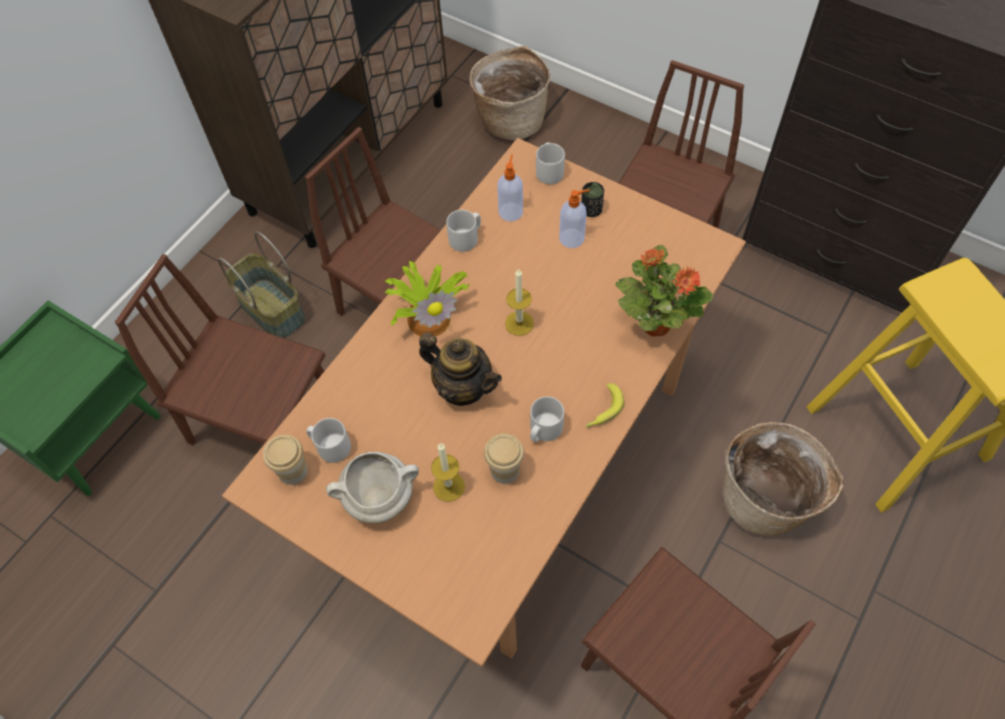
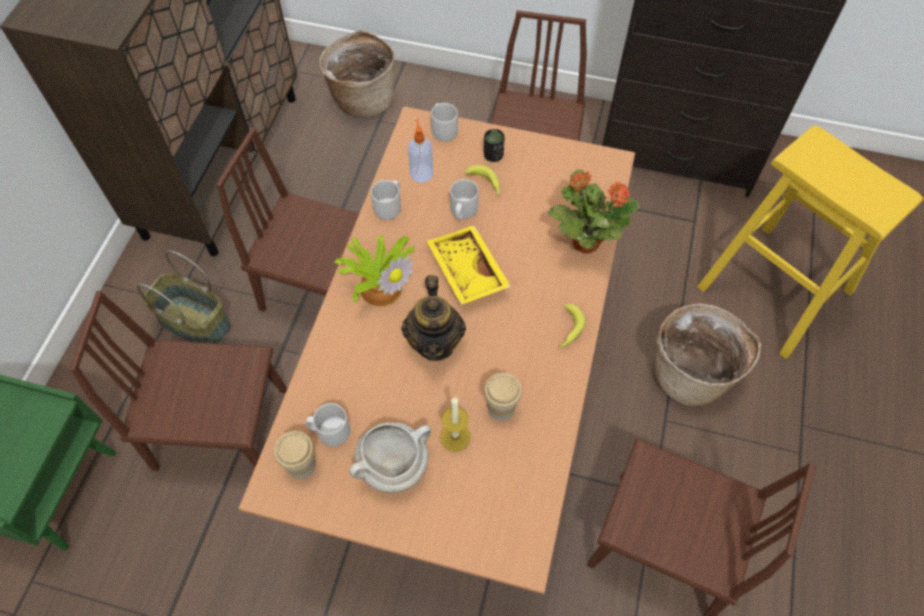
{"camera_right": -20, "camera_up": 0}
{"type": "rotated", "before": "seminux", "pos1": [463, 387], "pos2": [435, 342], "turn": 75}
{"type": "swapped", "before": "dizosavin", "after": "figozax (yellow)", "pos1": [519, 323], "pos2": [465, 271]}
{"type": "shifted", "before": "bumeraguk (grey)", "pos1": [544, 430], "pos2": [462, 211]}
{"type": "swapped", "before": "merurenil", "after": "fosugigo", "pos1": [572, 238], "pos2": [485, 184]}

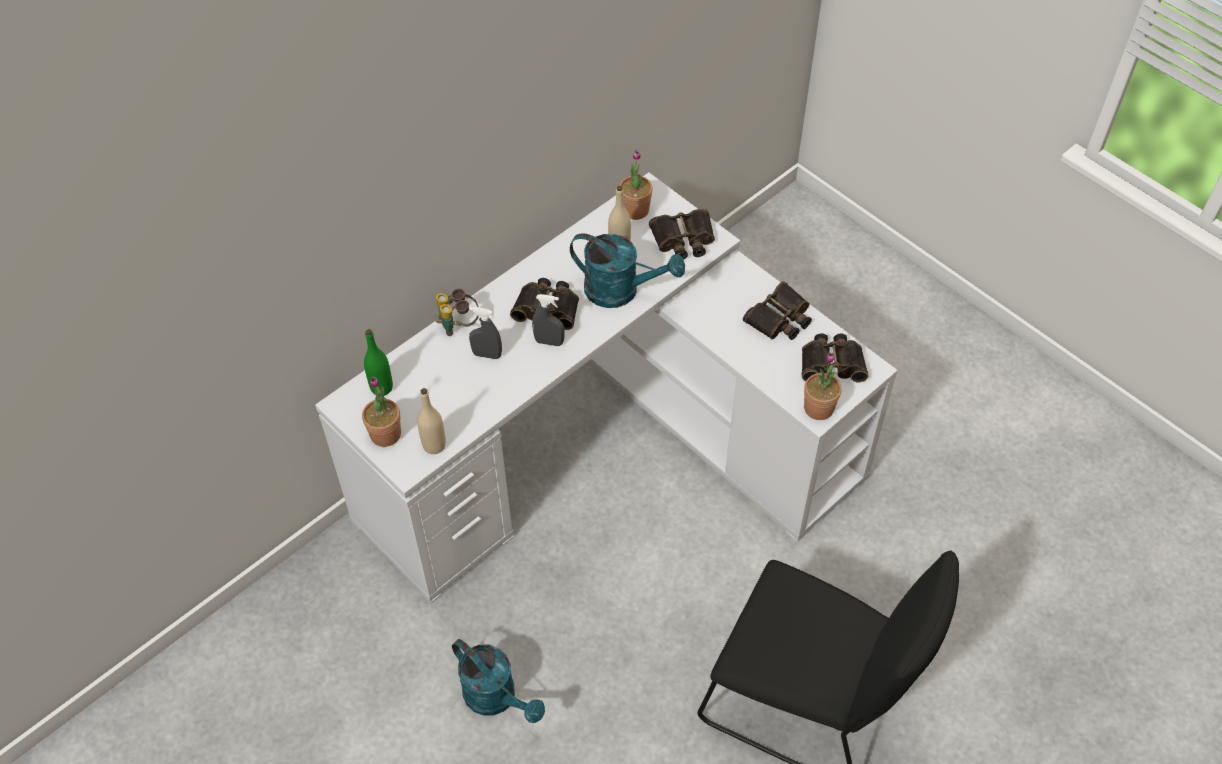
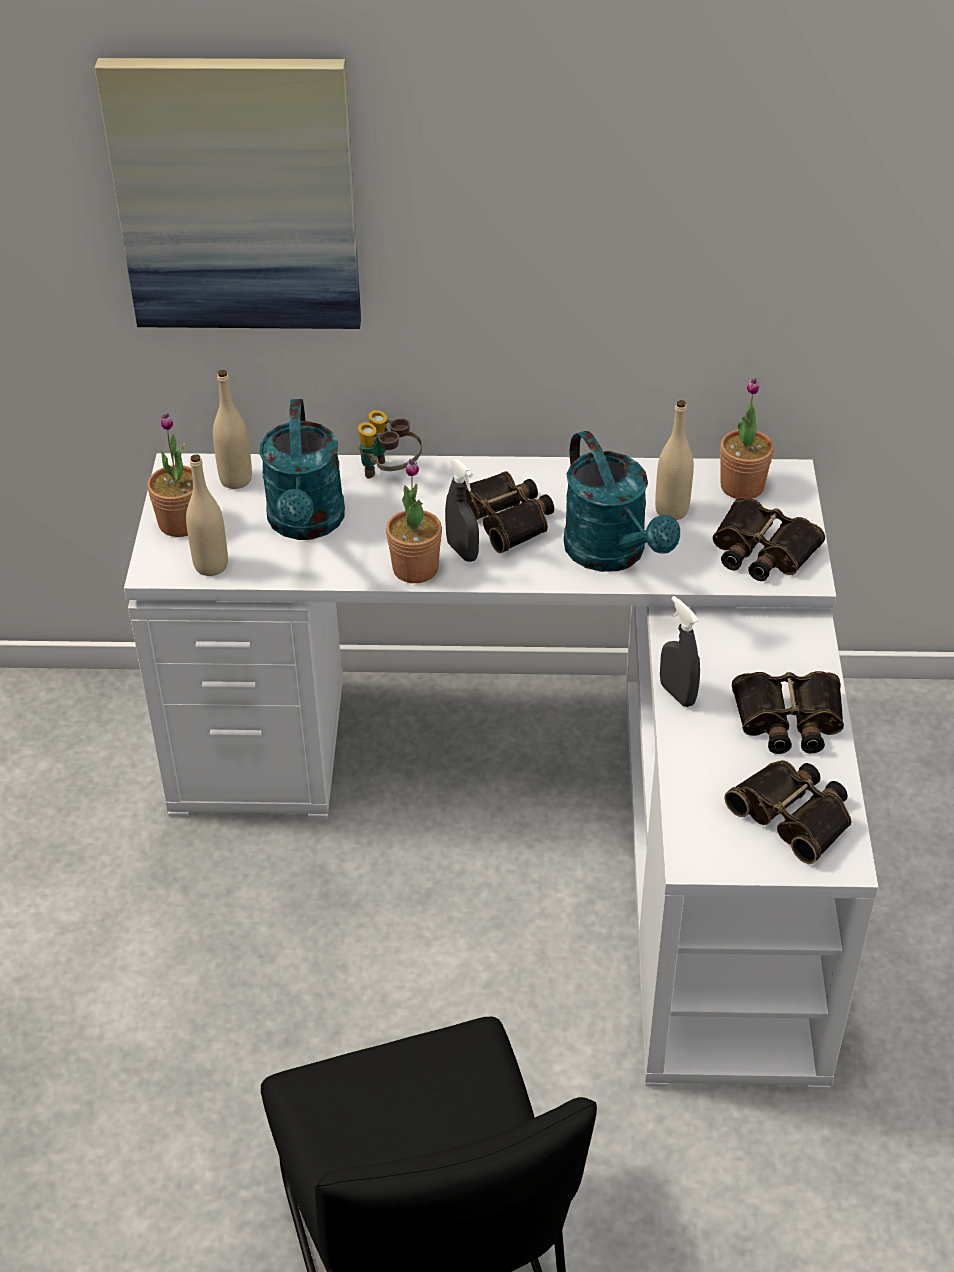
{"camera_right": 45, "camera_up": -10}
{"type": "new", "after": "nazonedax", "pos2": [236, 195]}
{"type": "repainted", "before": "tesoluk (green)", "after": "tesoluk (beige)", "pos1": [381, 387], "pos2": [236, 479]}
{"type": "shifted", "before": "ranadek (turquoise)", "pos1": [497, 698], "pos2": [306, 524]}
{"type": "shifted", "before": "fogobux", "pos1": [818, 408], "pos2": [415, 569]}
{"type": "shifted", "before": "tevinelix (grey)", "pos1": [487, 355], "pos2": [677, 694]}

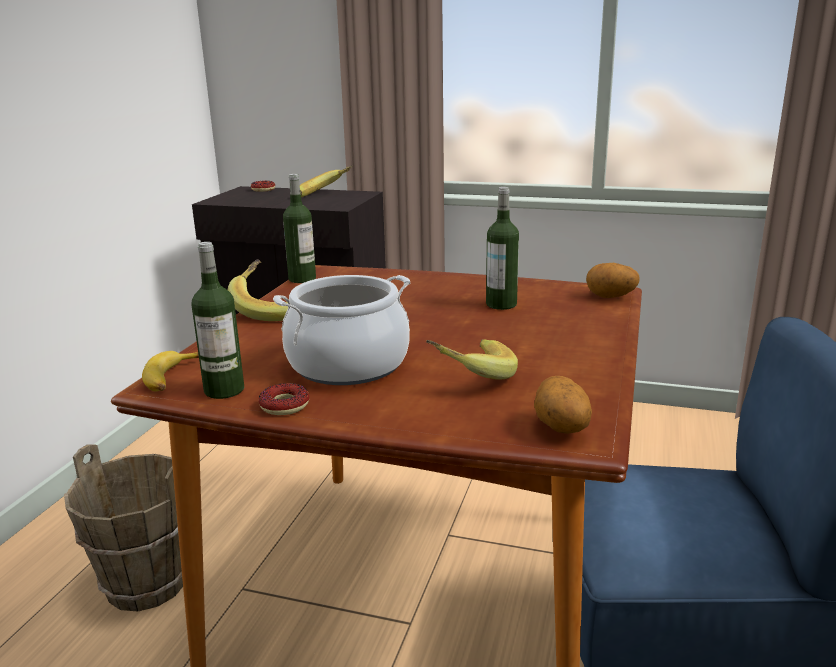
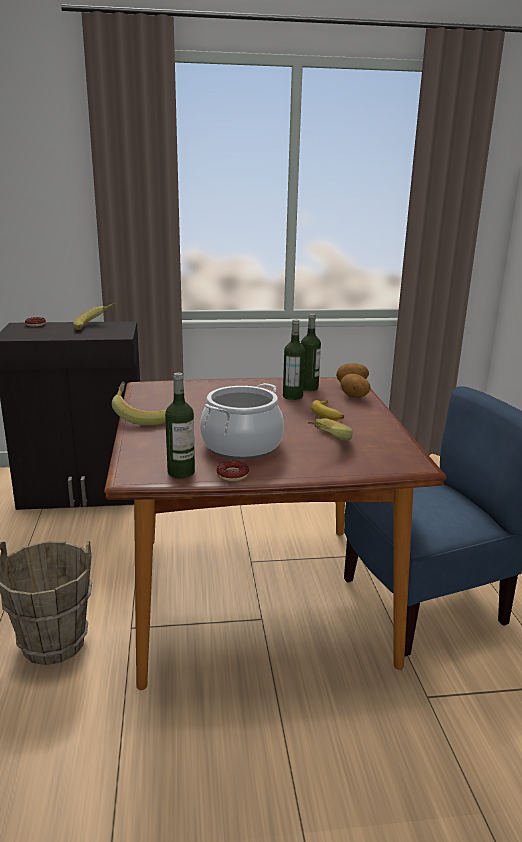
{"camera_right": -25, "camera_up": 0}
{"type": "shifted", "before": "tesoluk", "pos1": [302, 279], "pos2": [308, 388]}
{"type": "shifted", "before": "fosugigo", "pos1": [170, 379], "pos2": [328, 414]}
{"type": "shifted", "before": "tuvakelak", "pos1": [560, 429], "pos2": [354, 397]}

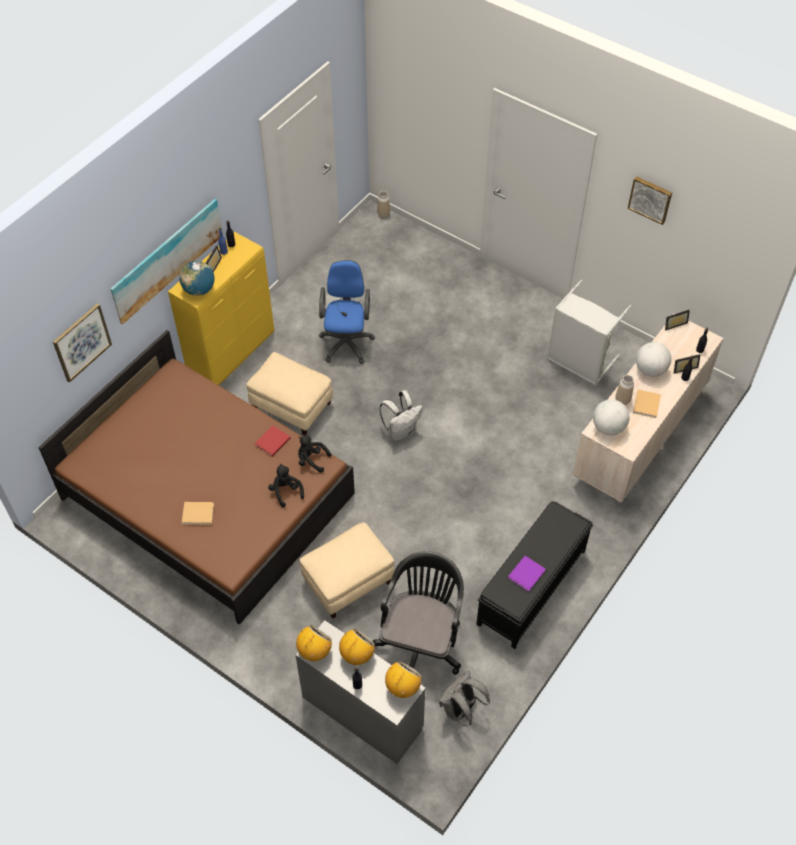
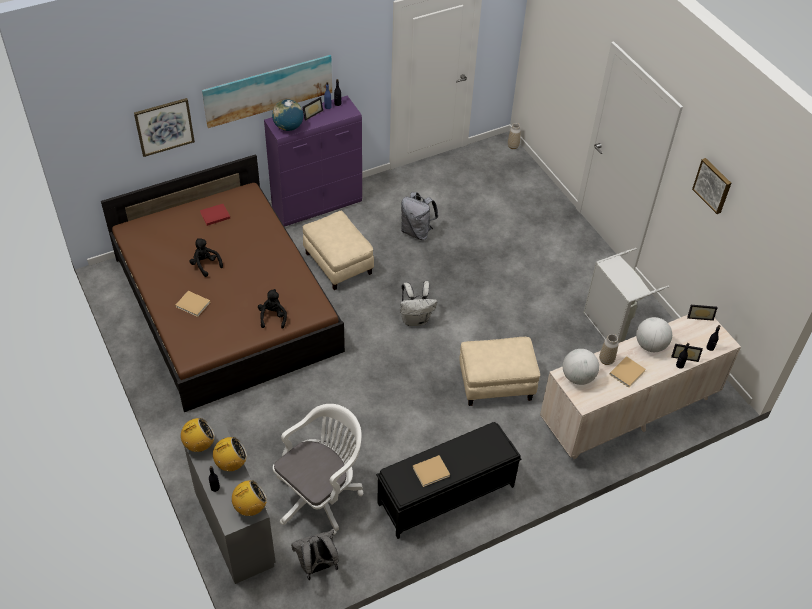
{"camera_right": 25, "camera_up": -5}
{"type": "shifted", "before": "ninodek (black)", "pos1": [311, 460], "pos2": [205, 265]}
{"type": "shifted", "before": "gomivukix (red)", "pos1": [272, 442], "pos2": [214, 215]}
{"type": "repainted", "before": "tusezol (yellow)", "after": "tusezol (purple)", "pos1": [232, 353], "pos2": [318, 205]}
{"type": "repainted", "before": "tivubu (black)", "after": "tivubu (white)", "pos1": [421, 641], "pos2": [321, 494]}
{"type": "swapped", "before": "tivubu (blue)", "after": "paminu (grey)", "pos1": [347, 341], "pos2": [417, 232]}
{"type": "repainted", "before": "gomivukix (purple)", "after": "gomivukix (beige)", "pos1": [527, 573], "pos2": [432, 471]}
{"type": "shifted", "before": "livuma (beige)", "pos1": [348, 582], "pos2": [495, 384]}

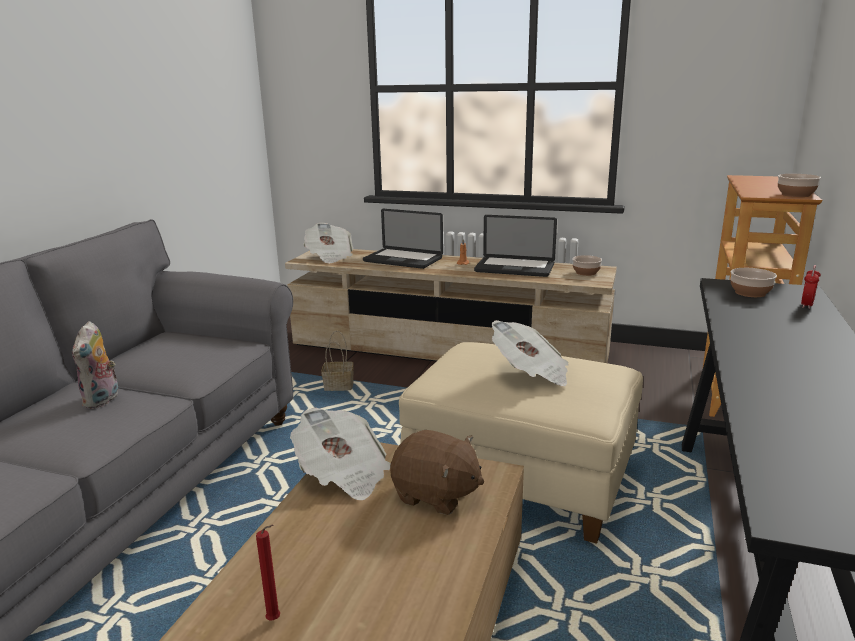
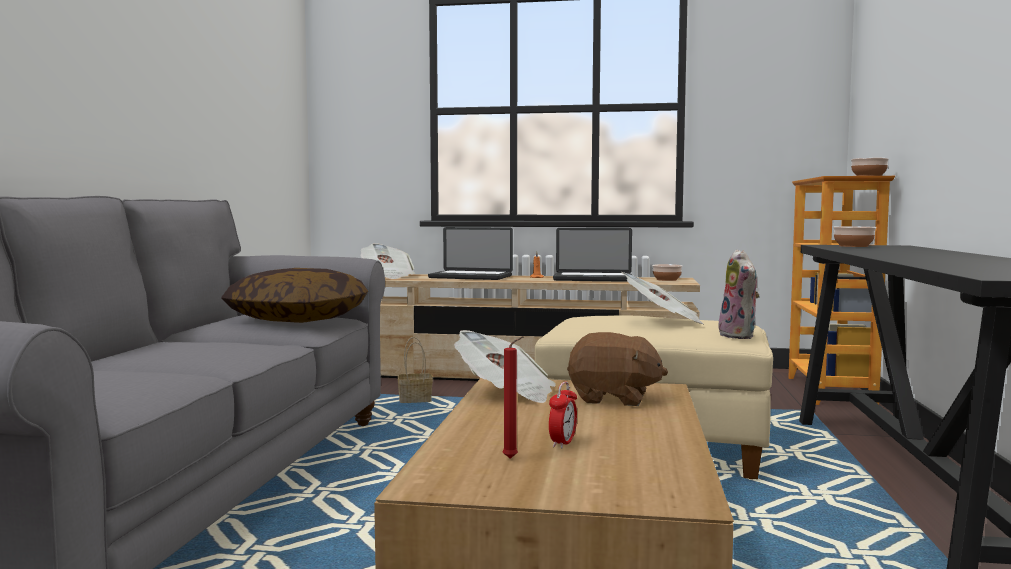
{"camera_right": -10, "camera_up": -15}
{"type": "new", "after": "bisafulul", "pos2": [298, 319]}
{"type": "shifted", "before": "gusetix", "pos1": [806, 305], "pos2": [563, 443]}
{"type": "shifted", "before": "ninodek", "pos1": [103, 400], "pos2": [740, 336]}

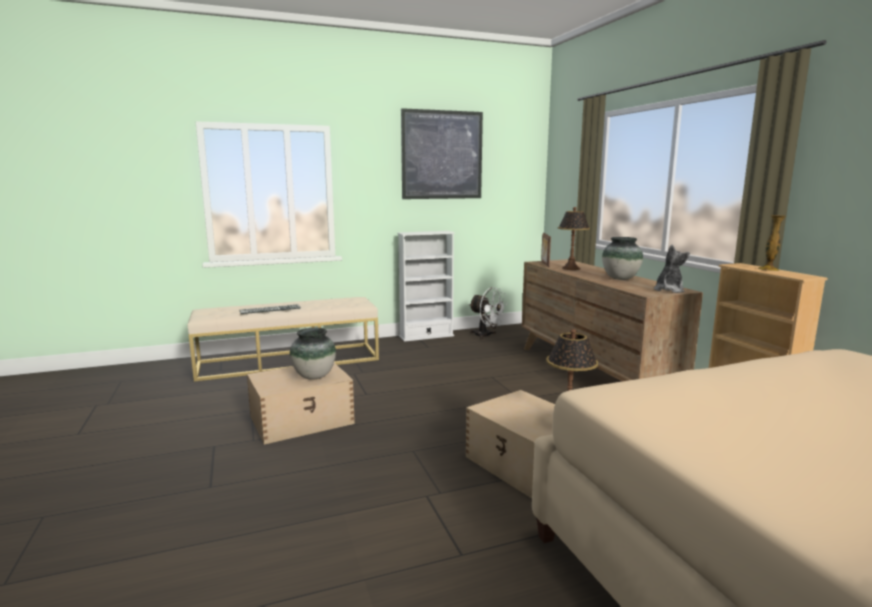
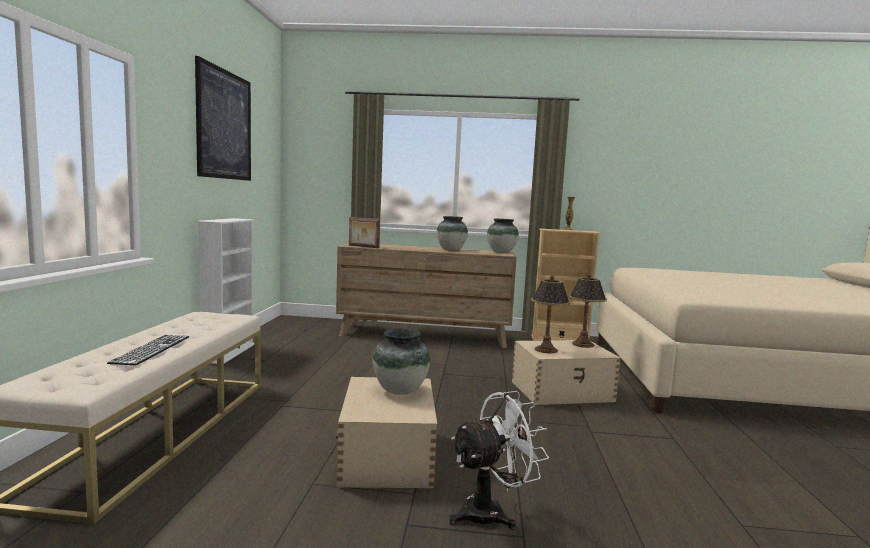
{"camera_right": -65, "camera_up": -5}
{"type": "shifted", "before": "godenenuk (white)", "pos1": [486, 336], "pos2": [491, 512]}
{"type": "swapped", "before": "ninodek", "after": "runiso", "pos1": [668, 290], "pos2": [501, 252]}
{"type": "shifted", "before": "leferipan", "pos1": [571, 268], "pos2": [546, 350]}

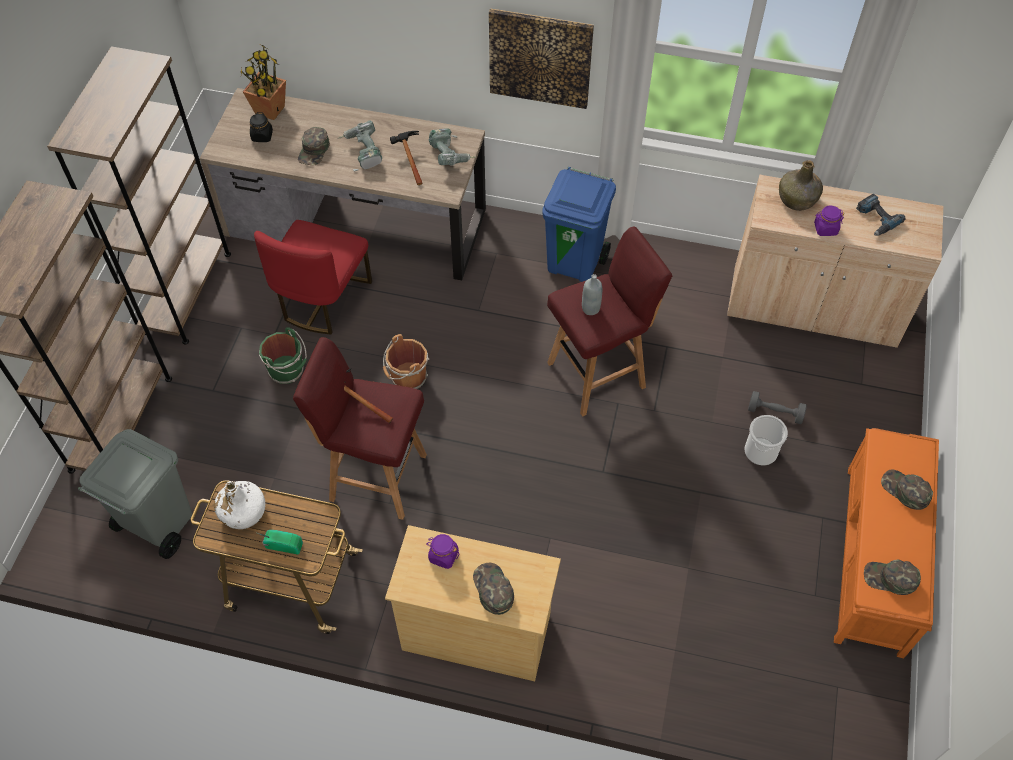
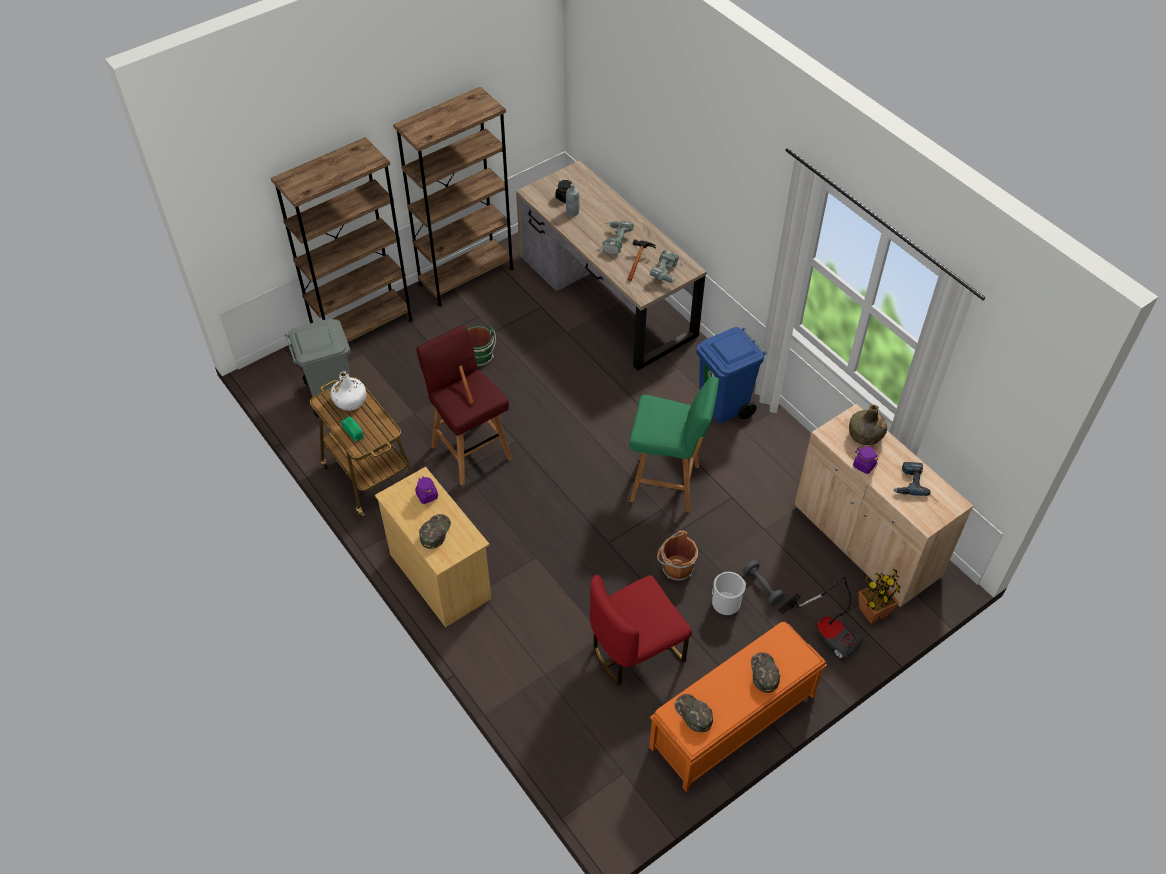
{"camera_right": 40, "camera_up": -5}
{"type": "shifted", "before": "tesoluk (grey)", "pos1": [590, 308], "pos2": [572, 212]}
{"type": "shifted", "before": "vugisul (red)", "pos1": [322, 299], "pos2": [635, 650]}
{"type": "repainted", "before": "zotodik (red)", "after": "zotodik (green)", "pos1": [598, 374], "pos2": [667, 484]}
{"type": "shifted", "before": "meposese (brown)", "pos1": [407, 378], "pos2": [676, 568]}
{"type": "new", "after": "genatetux", "pos2": [827, 631]}
{"type": "shifted", "before": "fogobux", "pos1": [269, 110], "pos2": [872, 612]}
{"type": "gone", "before": "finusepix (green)", "pos1": [314, 150]}
{"type": "gone", "before": "nazonedax", "pos1": [540, 58]}

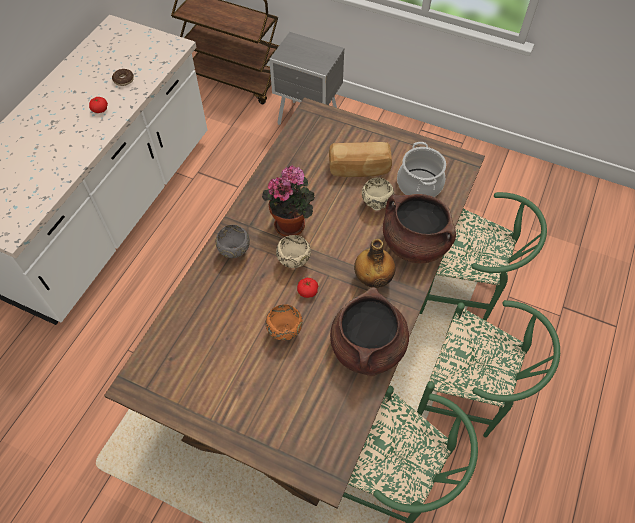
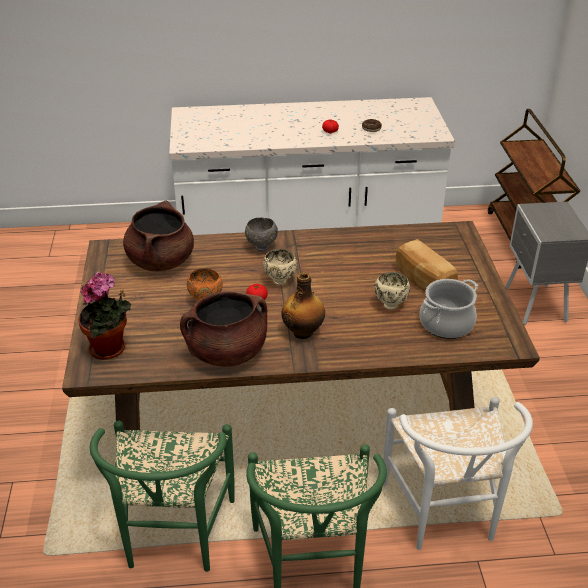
{"camera_right": 60, "camera_up": -20}
{"type": "shifted", "before": "fogobux", "pos1": [292, 223], "pos2": [111, 349]}
{"type": "shifted", "before": "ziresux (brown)", "pos1": [414, 244], "pos2": [161, 261]}
{"type": "repainted", "before": "vugisul (green)", "after": "vugisul (white)", "pos1": [466, 293], "pos2": [445, 517]}

